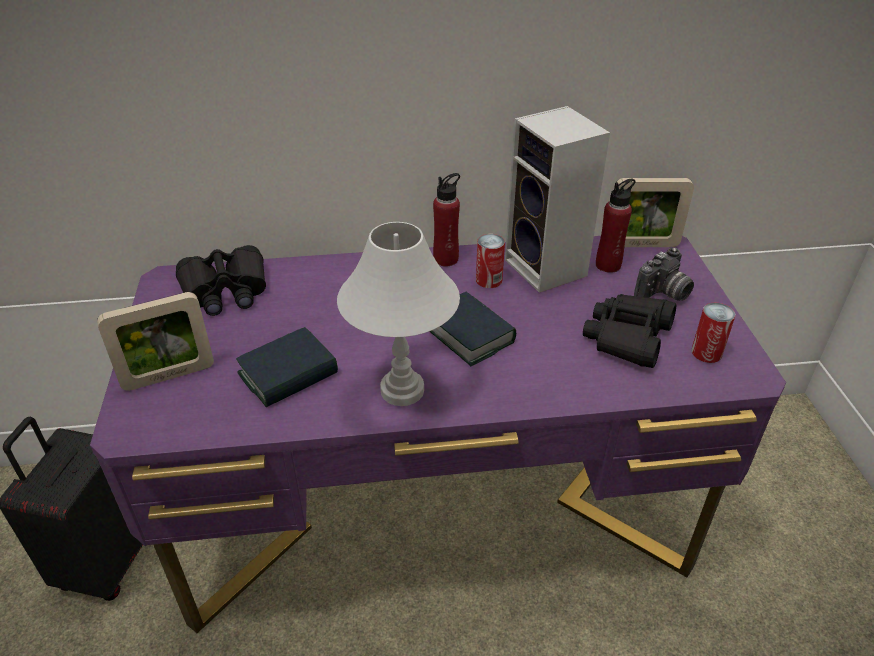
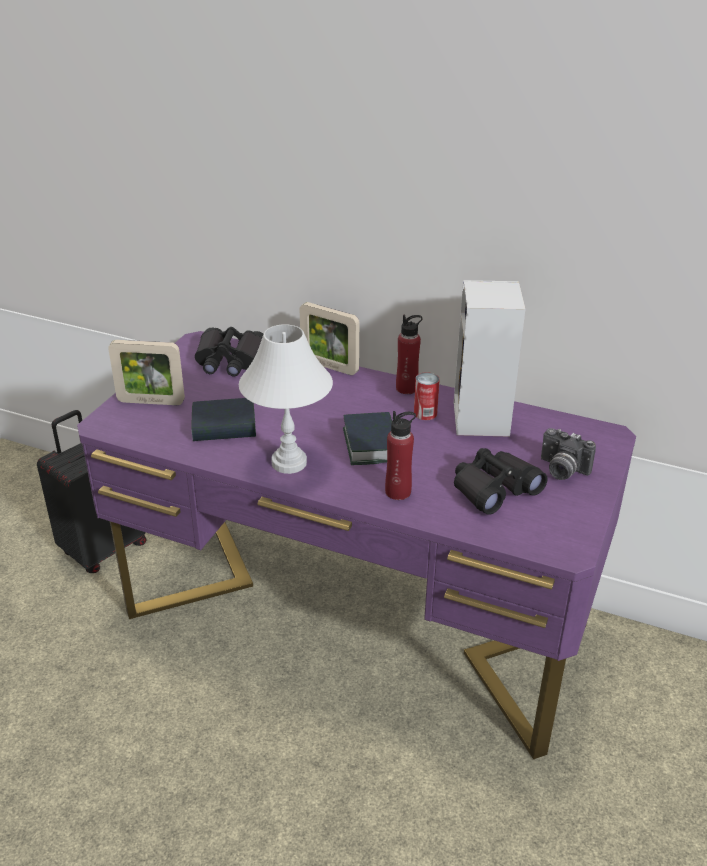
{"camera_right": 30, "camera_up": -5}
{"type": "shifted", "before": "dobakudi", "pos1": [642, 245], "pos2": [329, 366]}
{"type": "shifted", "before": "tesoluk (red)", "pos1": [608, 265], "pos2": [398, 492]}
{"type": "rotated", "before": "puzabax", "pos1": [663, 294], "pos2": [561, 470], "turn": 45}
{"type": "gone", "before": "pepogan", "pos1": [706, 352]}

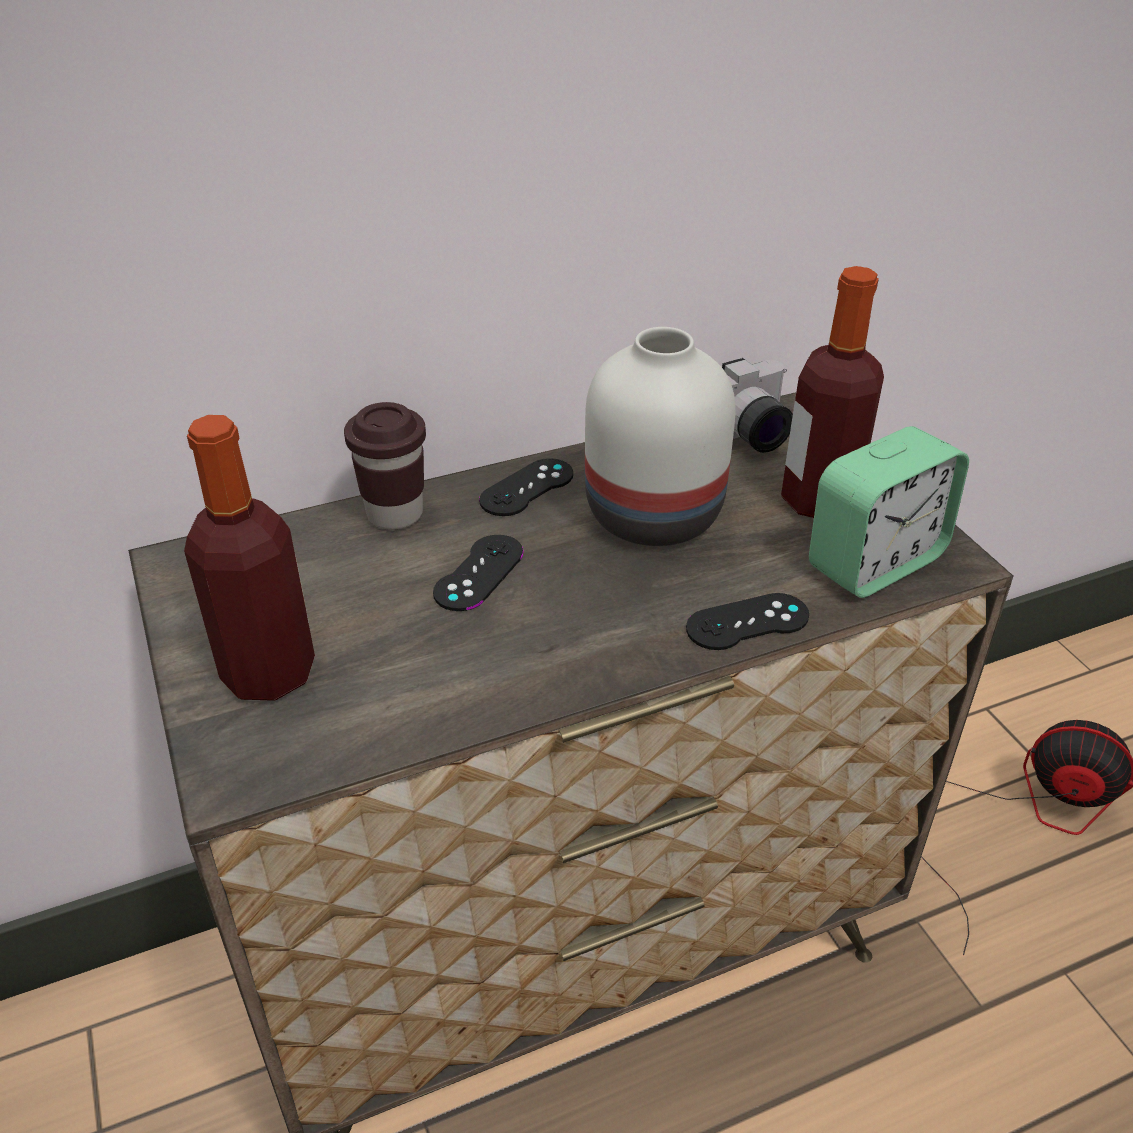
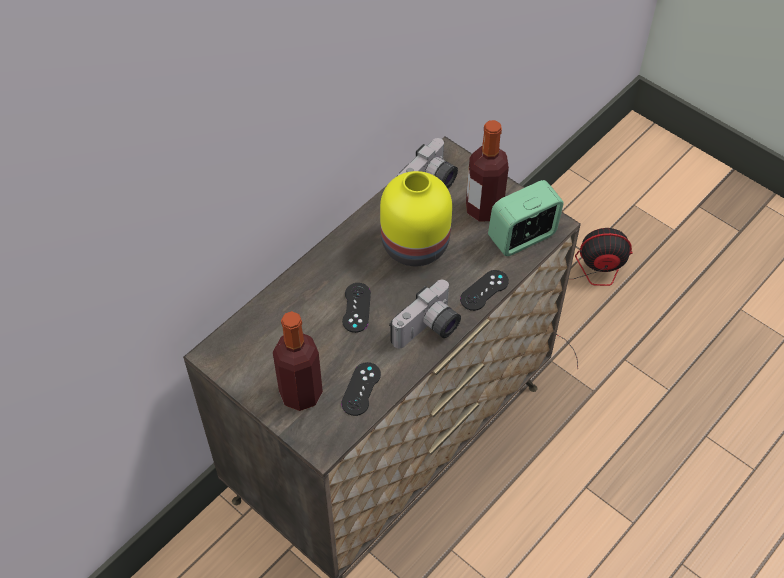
{"camera_right": -25, "camera_up": 15}
{"type": "shifted", "before": "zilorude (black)", "pos1": [527, 488], "pos2": [361, 389]}
{"type": "repainted", "before": "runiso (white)", "after": "runiso (yellow)", "pos1": [651, 517], "pos2": [414, 246]}
{"type": "new", "after": "puzabax", "pos2": [428, 330]}
{"type": "rotated", "before": "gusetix", "pos1": [875, 562], "pos2": [522, 237], "turn": -150}
{"type": "gone", "before": "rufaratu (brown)", "pos1": [395, 514]}

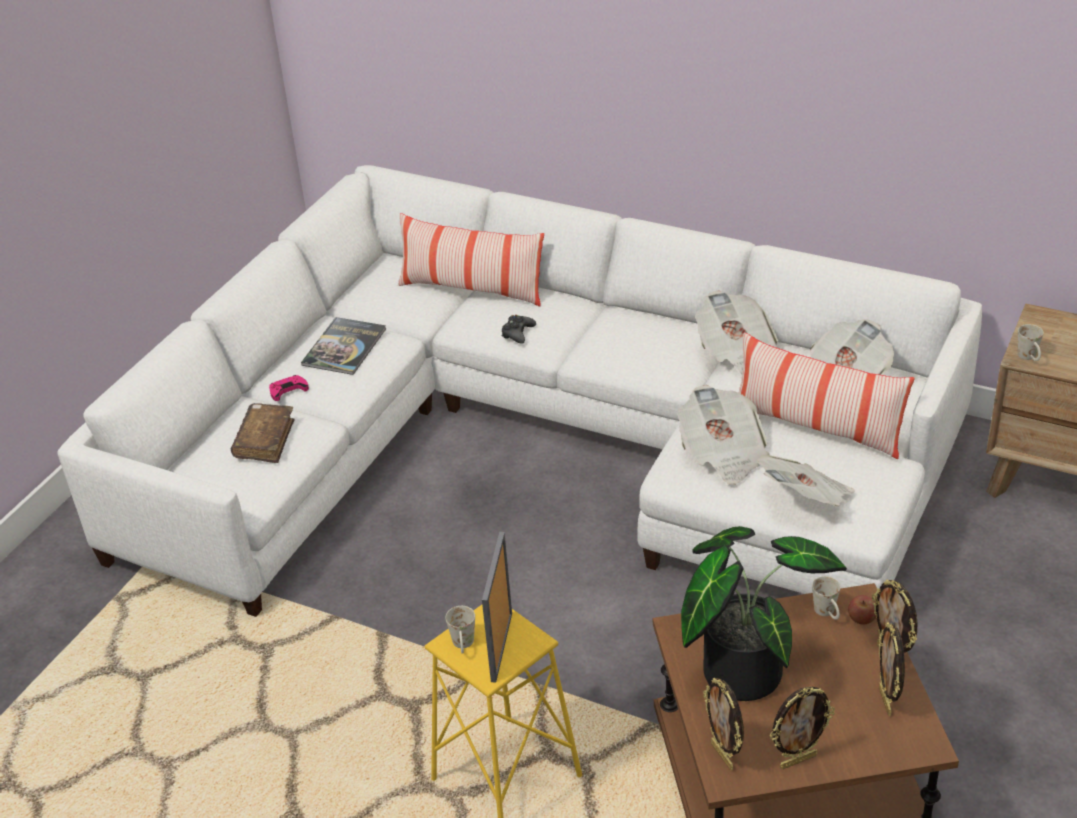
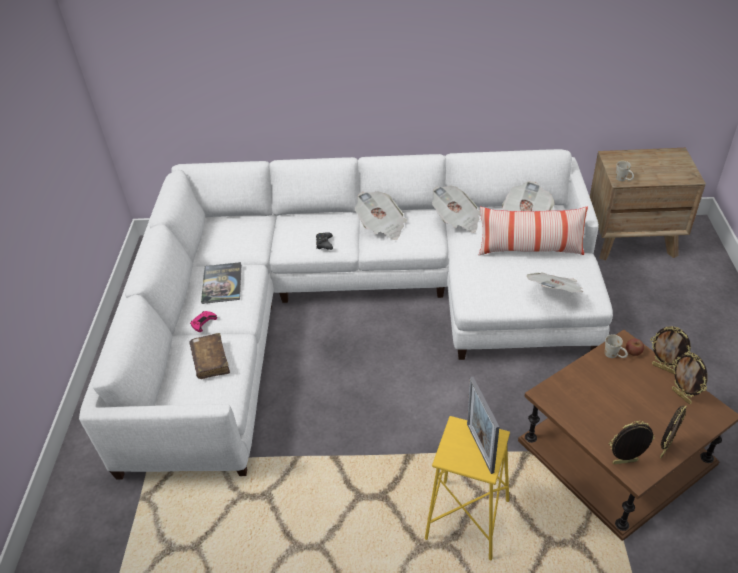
{"camera_right": -25, "camera_up": 5}
{"type": "shifted", "before": "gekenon", "pos1": [723, 454], "pos2": [381, 226]}
{"type": "rotated", "before": "dobakudi", "pos1": [723, 756], "pos2": [625, 463], "turn": 135}
{"type": "gone", "before": "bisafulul", "pos1": [472, 289]}
{"type": "gone", "before": "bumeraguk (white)", "pos1": [463, 646]}
{"type": "gone", "before": "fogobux", "pos1": [743, 665]}

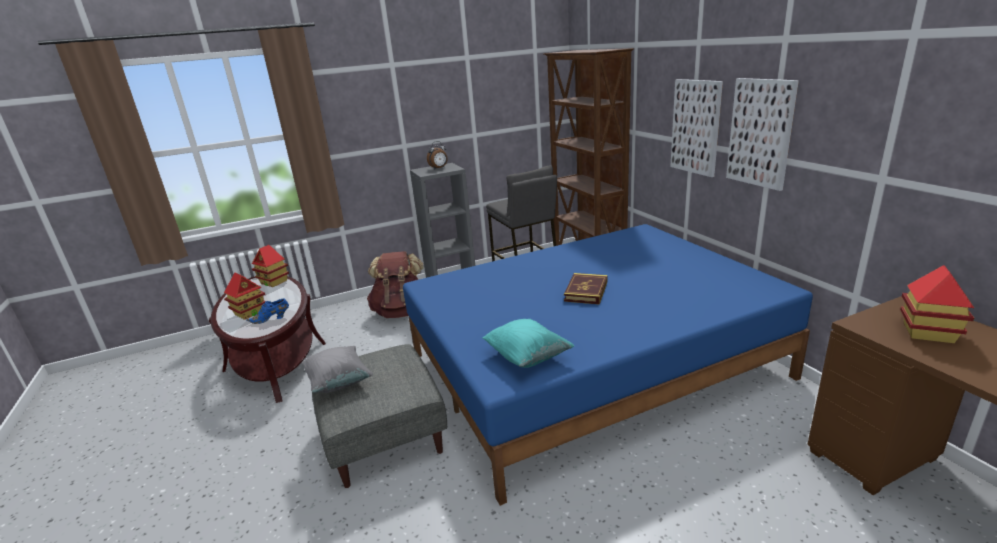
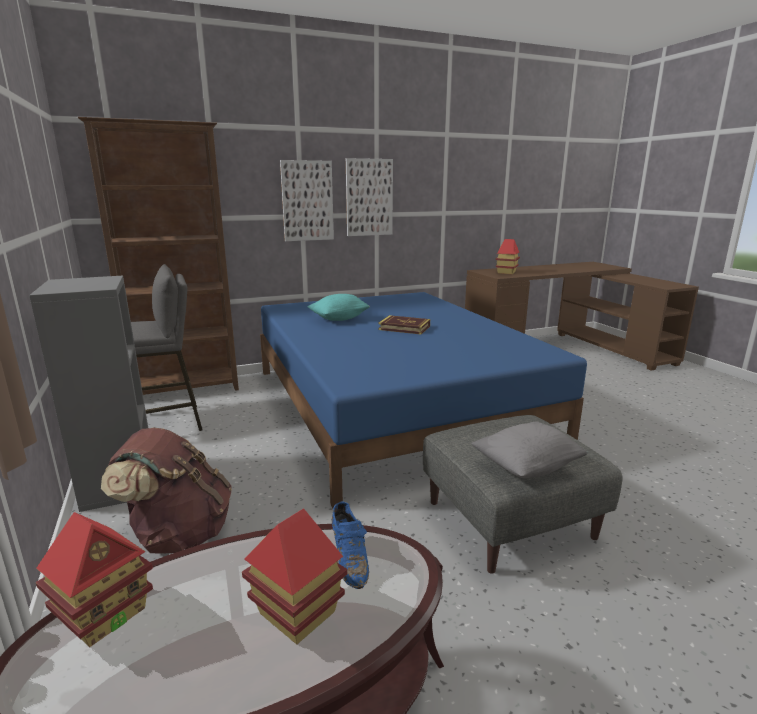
{"camera_right": -90, "camera_up": -5}
{"type": "shifted", "before": "bisafulul (turquoise)", "pos1": [527, 357], "pos2": [339, 319]}
{"type": "gone", "before": "gusetix", "pos1": [439, 168]}

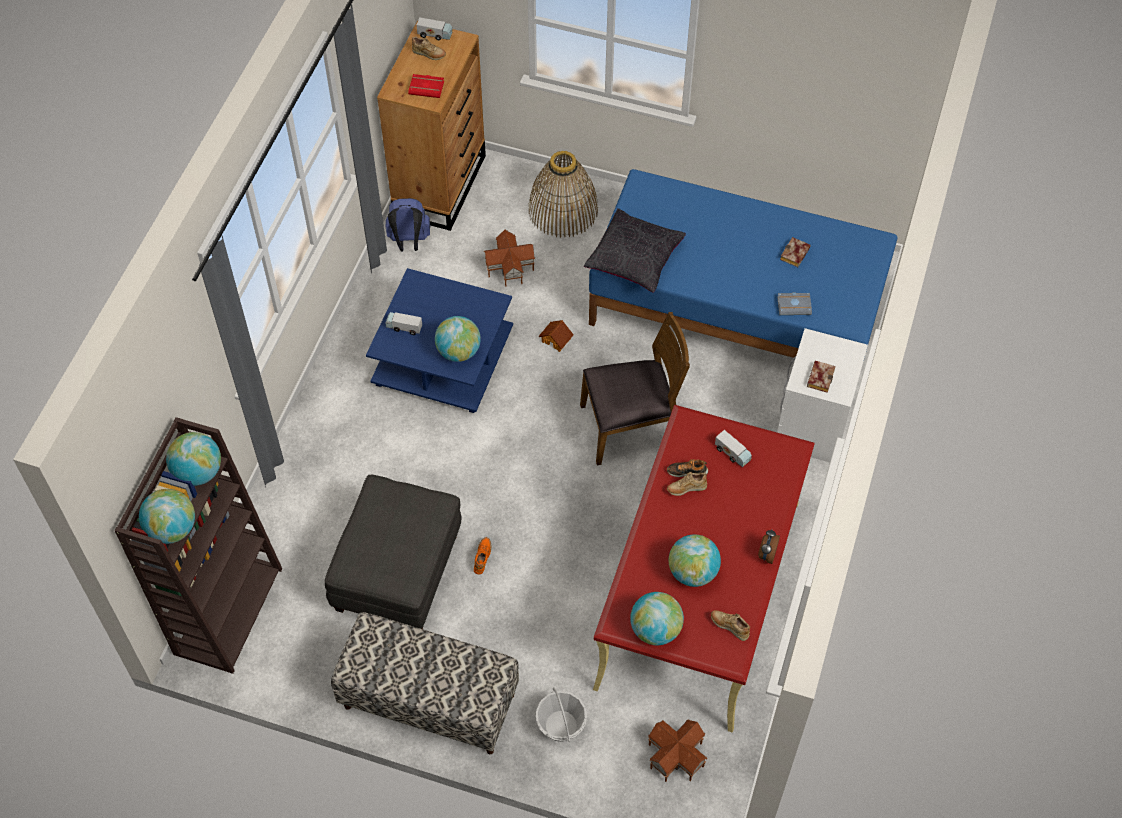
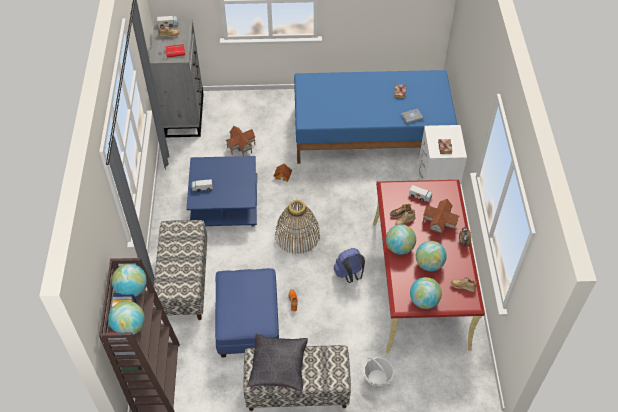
{"camera_right": -20, "camera_up": -5}
{"type": "repainted", "before": "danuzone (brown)", "after": "danuzone (grey)", "pos1": [440, 184], "pos2": [184, 115]}
{"type": "new", "after": "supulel", "pos2": [184, 282]}
{"type": "repainted", "before": "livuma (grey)", "after": "livuma (blue)", "pos1": [398, 571], "pos2": [248, 323]}
{"type": "shifted", "before": "bisafulul (black)", "pos1": [634, 258], "pos2": [278, 366]}
{"type": "shifted", "before": "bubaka", "pos1": [563, 210], "pos2": [297, 235]}
{"type": "shifted", "before": "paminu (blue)", "pos1": [409, 242], "pos2": [349, 275]}
{"type": "shifted", "before": "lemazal", "pos1": [458, 351], "pos2": [399, 248]}
{"type": "shifted", "before": "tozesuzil", "pos1": [675, 755], "pos2": [438, 224]}
{"type": "gone", "before": "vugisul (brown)", "pos1": [631, 426]}

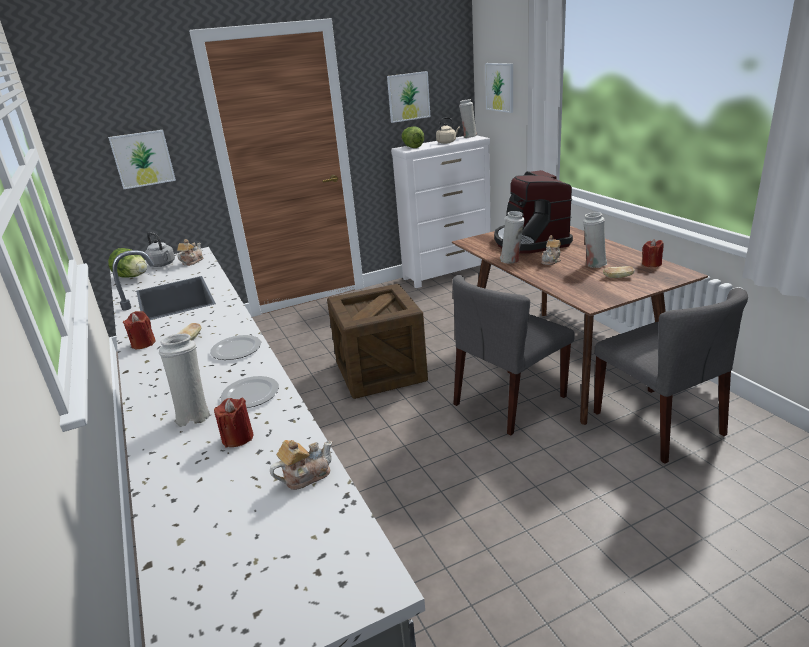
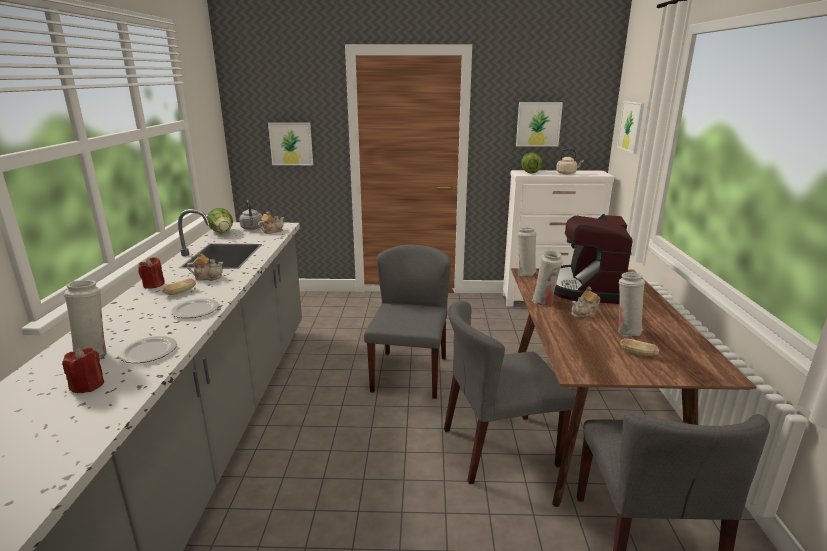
{"camera_right": 25, "camera_up": -5}
{"type": "shifted", "before": "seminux", "pos1": [305, 476], "pos2": [208, 277]}
{"type": "swapped", "before": "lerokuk", "after": "vugisul (grey)", "pos1": [380, 372], "pos2": [409, 373]}
{"type": "shifted", "before": "runiso (white)", "pos1": [468, 137], "pos2": [525, 273]}
{"type": "gone", "before": "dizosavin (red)", "pos1": [651, 264]}

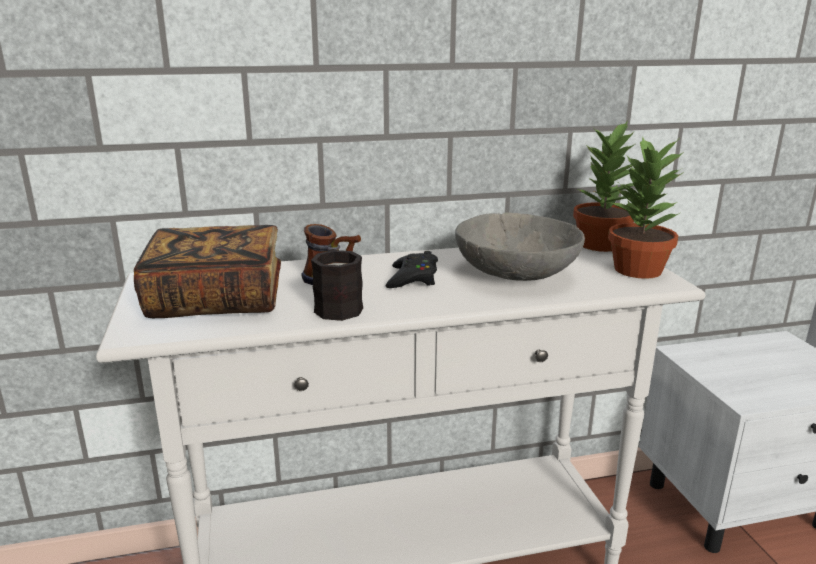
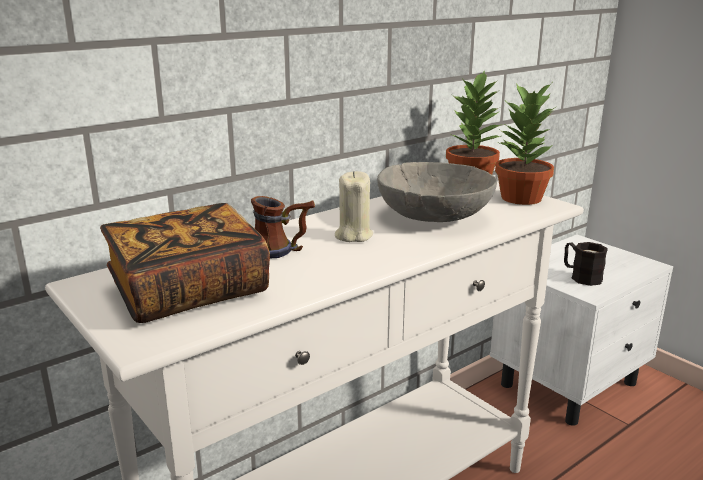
{"camera_right": -25, "camera_up": 0}
{"type": "swapped", "before": "zilorude (black)", "after": "dizosavin (beige)", "pos1": [412, 278], "pos2": [353, 235]}
{"type": "shifted", "before": "bumeraguk (black)", "pos1": [337, 305], "pos2": [581, 276]}

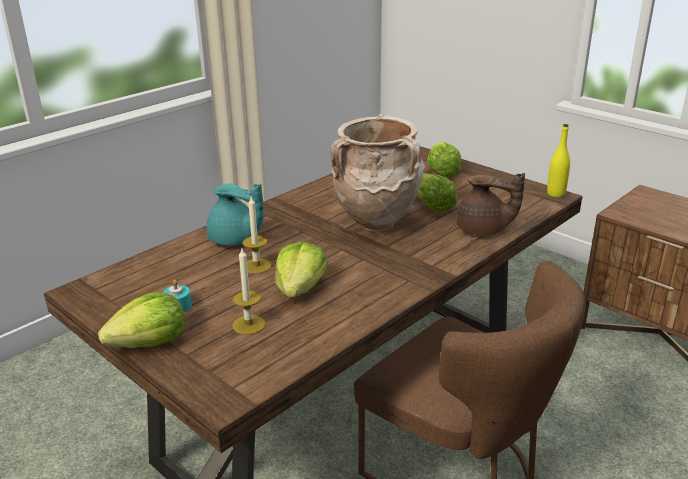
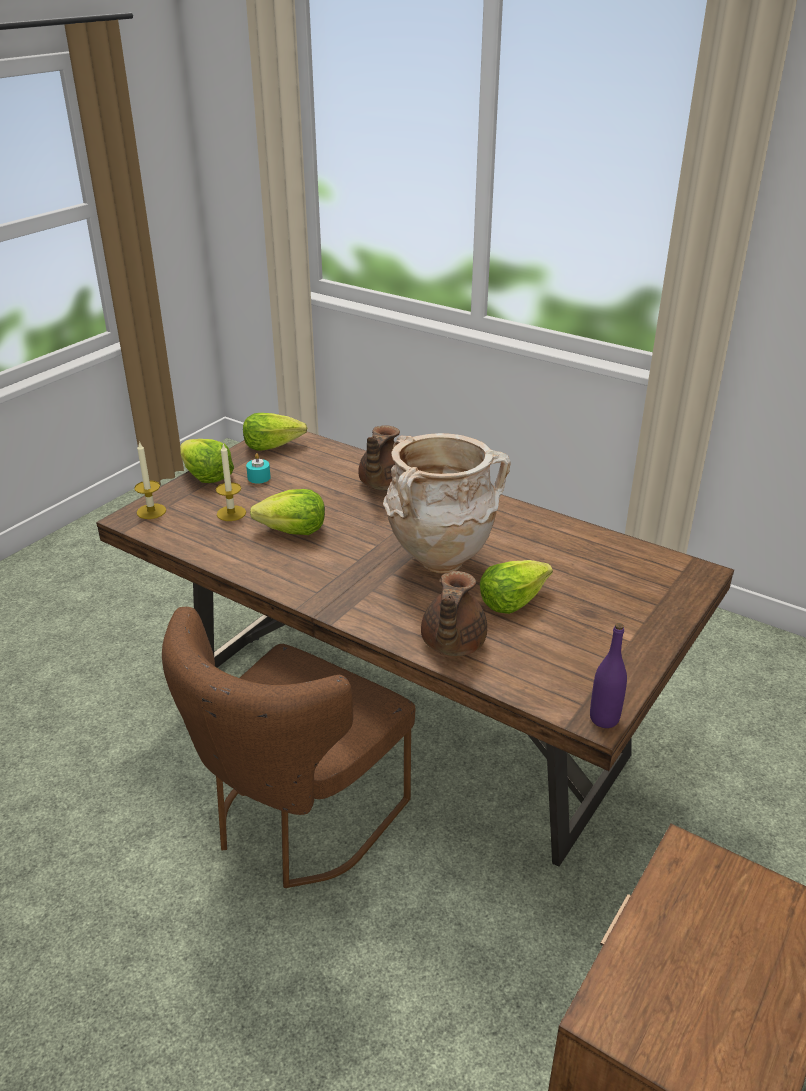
{"camera_right": 80, "camera_up": 5}
{"type": "shifted", "before": "dizosavin", "pos1": [256, 266], "pos2": [151, 511]}
{"type": "shifted", "before": "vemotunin", "pos1": [442, 171], "pos2": [272, 445]}
{"type": "repainted", "before": "seminux (turquoise)", "after": "seminux (brown)", "pos1": [235, 240], "pos2": [382, 484]}
{"type": "repainted", "before": "tesoluk (yellow)", "after": "tesoluk (purple)", "pos1": [556, 194], "pos2": [604, 719]}

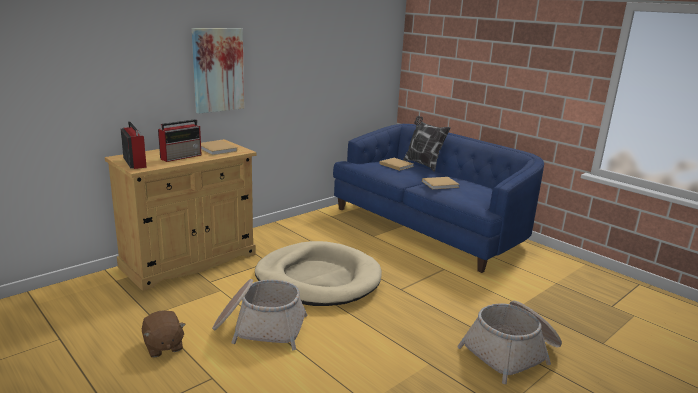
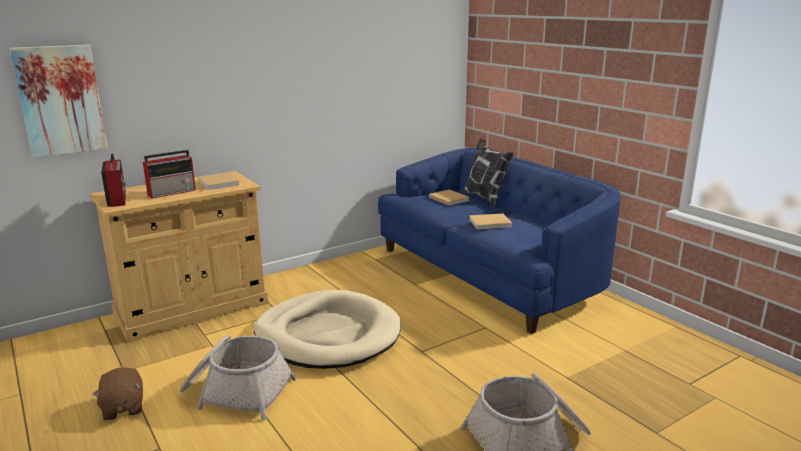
{"camera_right": 10, "camera_up": 0}
{"type": "shifted", "before": "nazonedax", "pos1": [218, 70], "pos2": [60, 100]}

